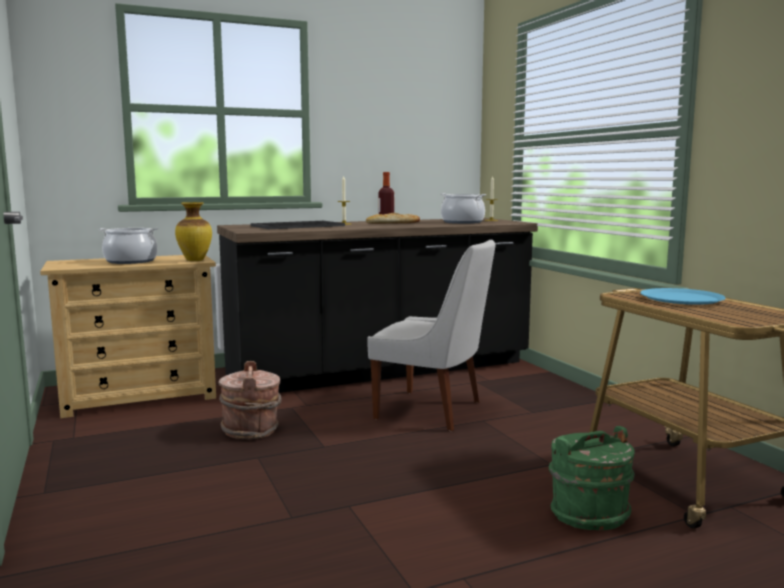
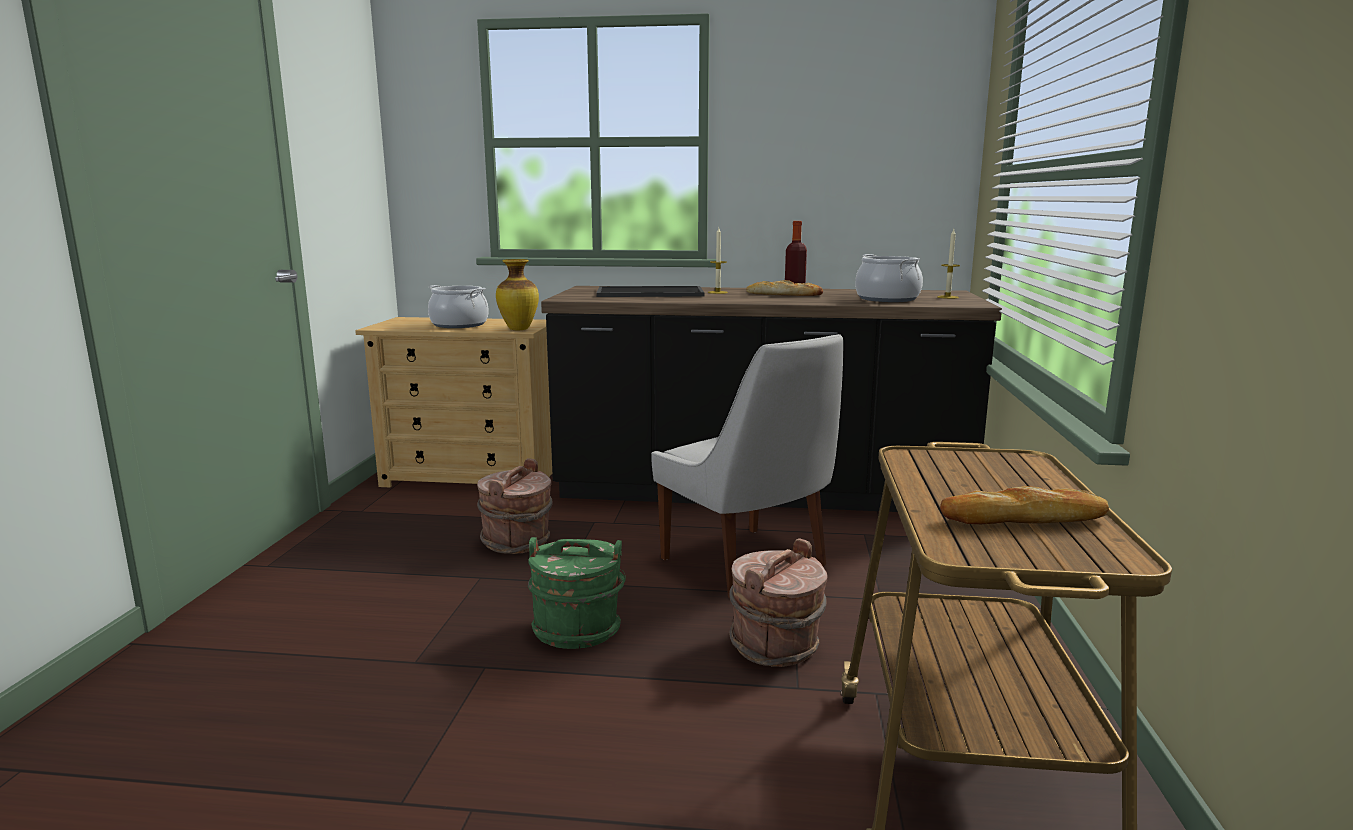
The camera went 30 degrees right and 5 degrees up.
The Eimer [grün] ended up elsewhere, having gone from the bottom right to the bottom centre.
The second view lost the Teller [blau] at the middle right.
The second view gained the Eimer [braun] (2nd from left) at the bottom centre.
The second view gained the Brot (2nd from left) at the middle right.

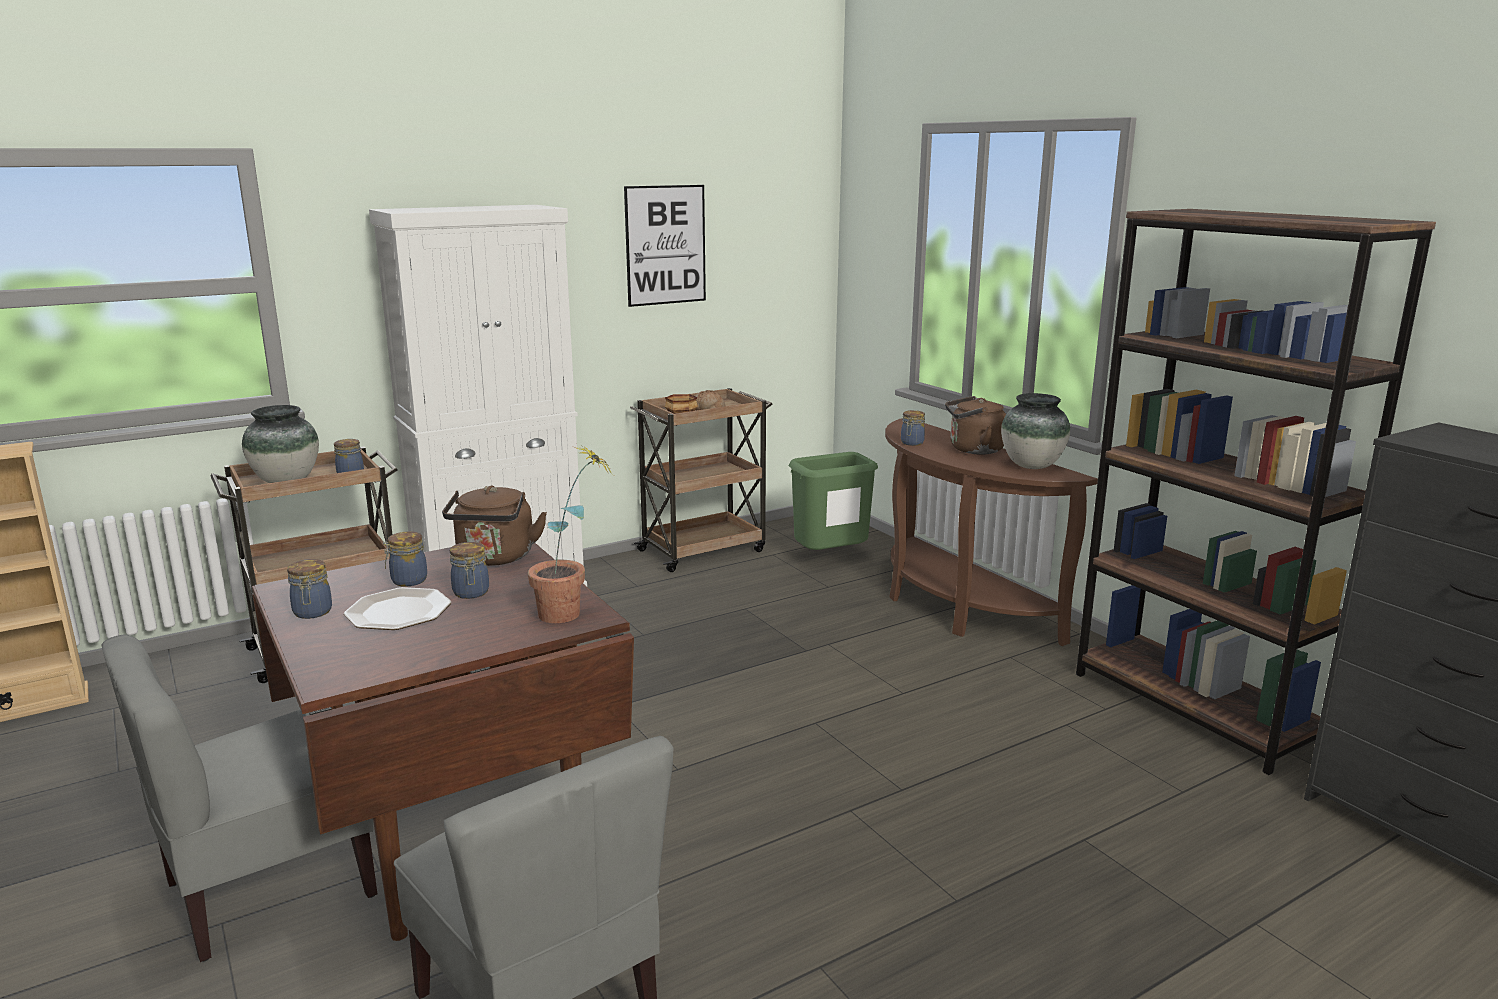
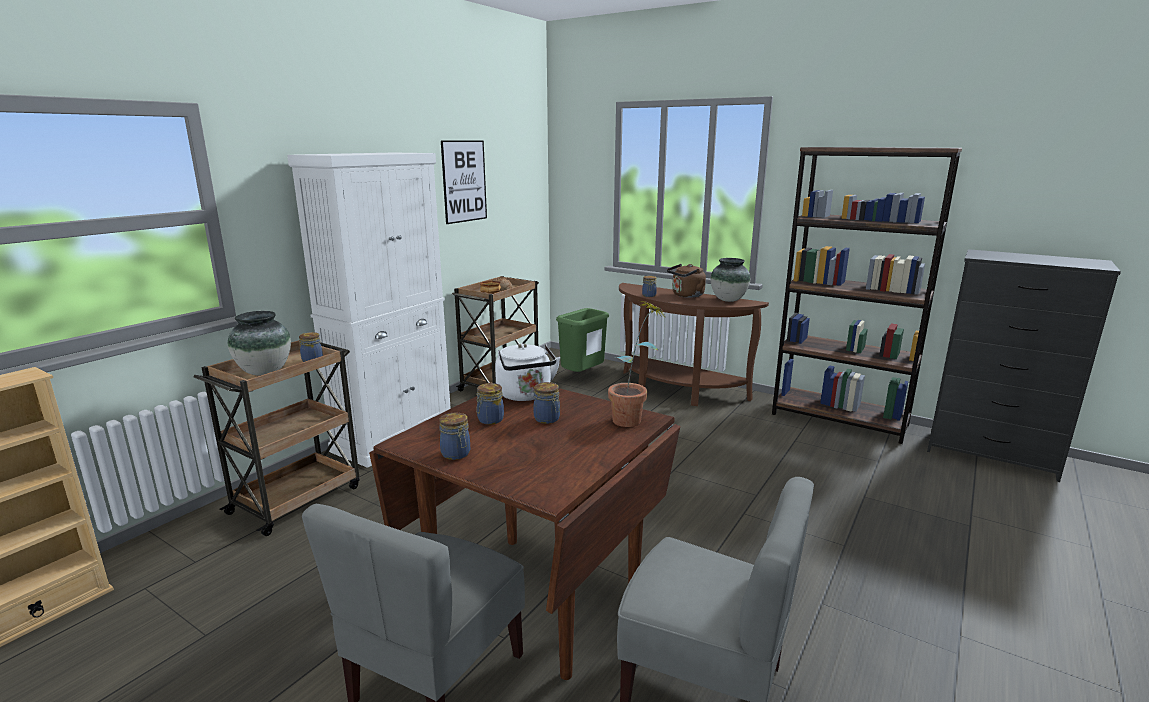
The camera went 25 degrees left and 0 degrees up.
The second view lost the Teller at the middle left.
What was the Wasserkessel [braun] (1st from left) at the middle left turned into the Wasserkessel [weiß] at the centre.

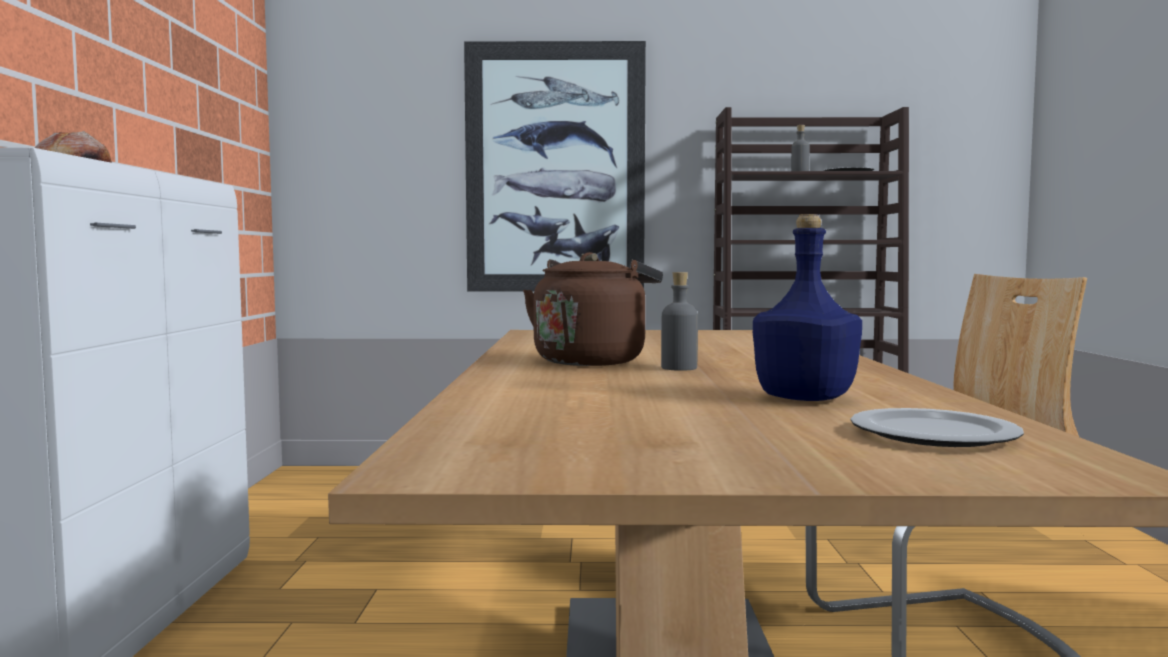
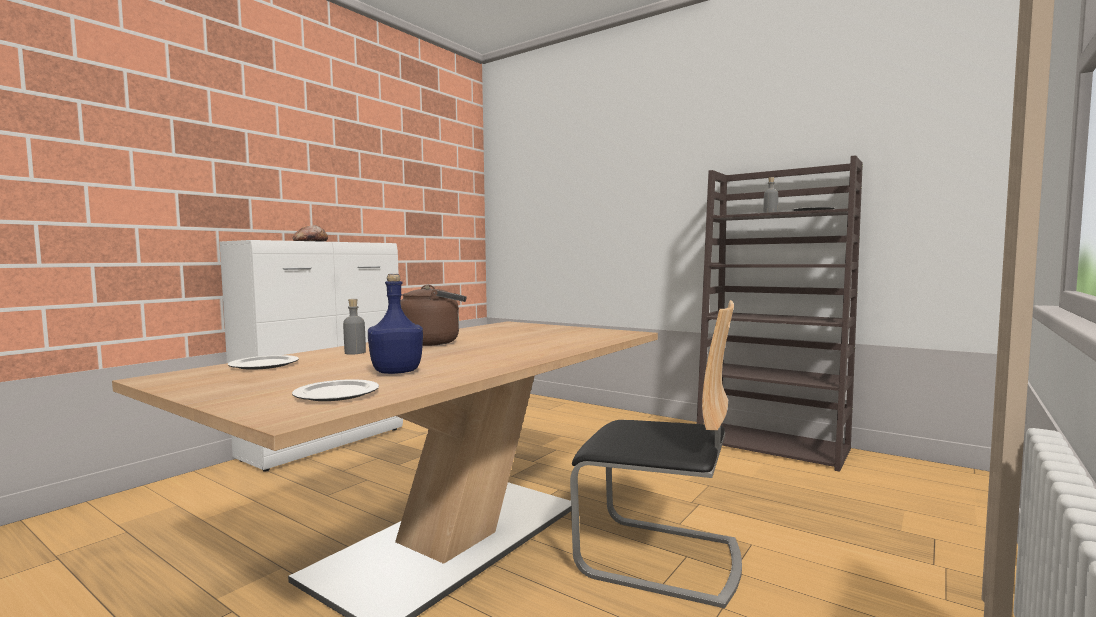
The camera went 35 degrees right and 0 degrees up.
The second view lost the Bild at the top centre.
The Flasche [grau] (1st from left) ended up elsewhere, having gone from the centre to the middle left.
The second view gained the Teller (1st from left) at the middle left.

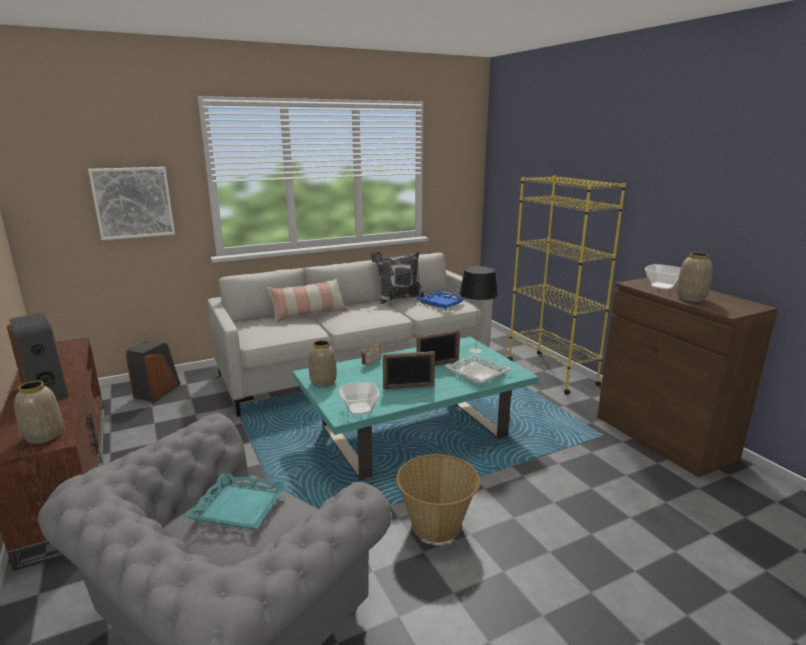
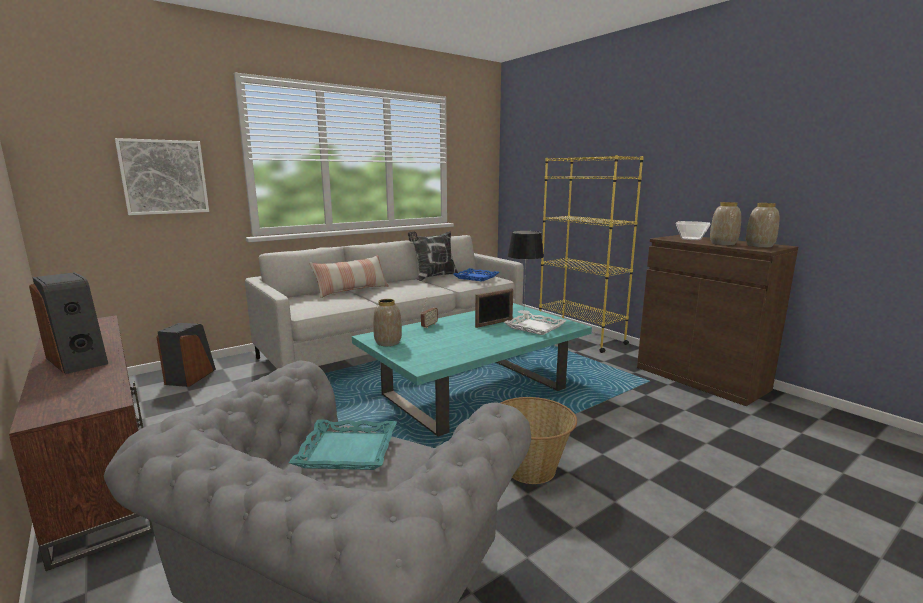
The camera went 10 degrees left and 5 degrees down.
The Vase (1st from left in the first image) ended up elsewhere, having gone from the middle left to the middle right.
The second view lost the Schüssel (1st from left) at the centre.
The second view lost the Bilderrahmen (1st from left) at the centre.

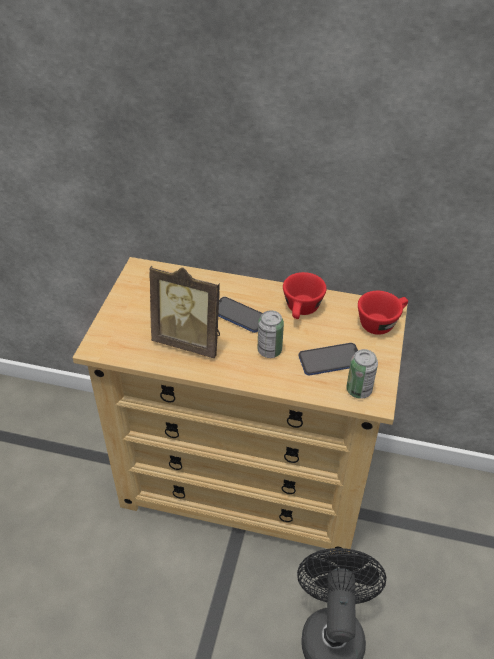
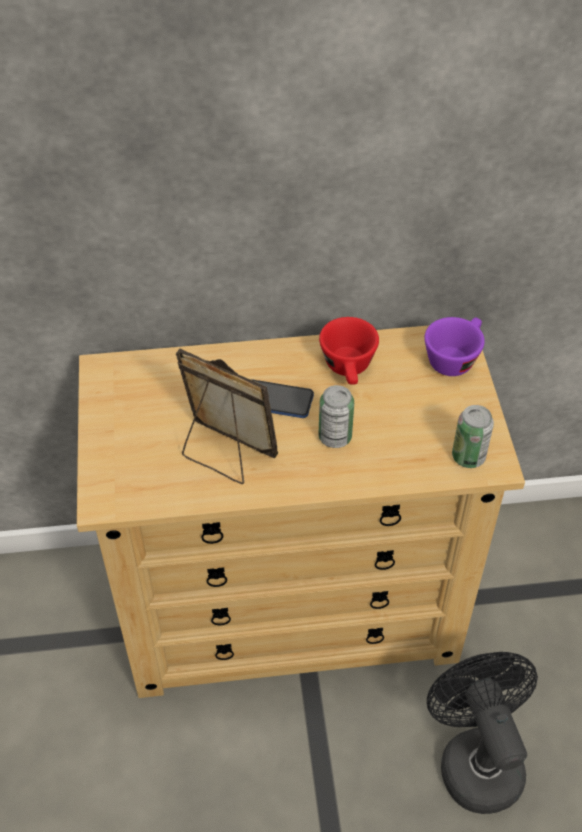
The camera went 20 degrees left and 5 degrees up.
The Bilderrahmen at the centre ended up facing another way, 150 degrees counterclockwise from before.
The second view lost the Handy (2nd from left) at the centre.
What was the Tasse [rot] (2nd from left) at the middle right turned into the Tasse [lila] at the middle right.

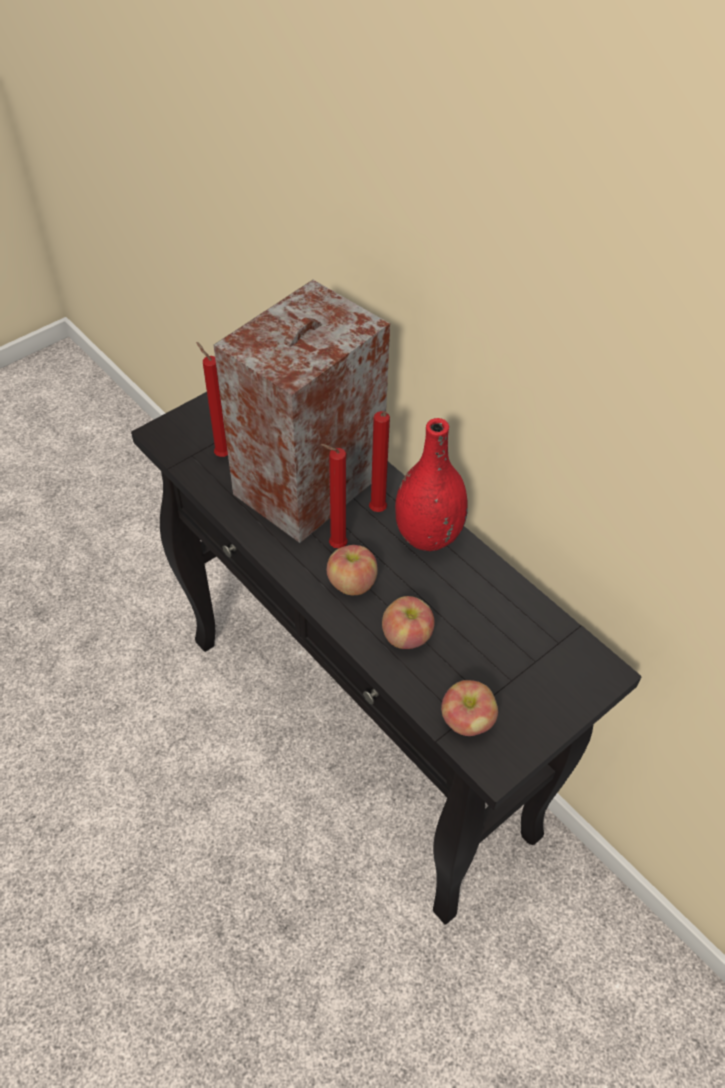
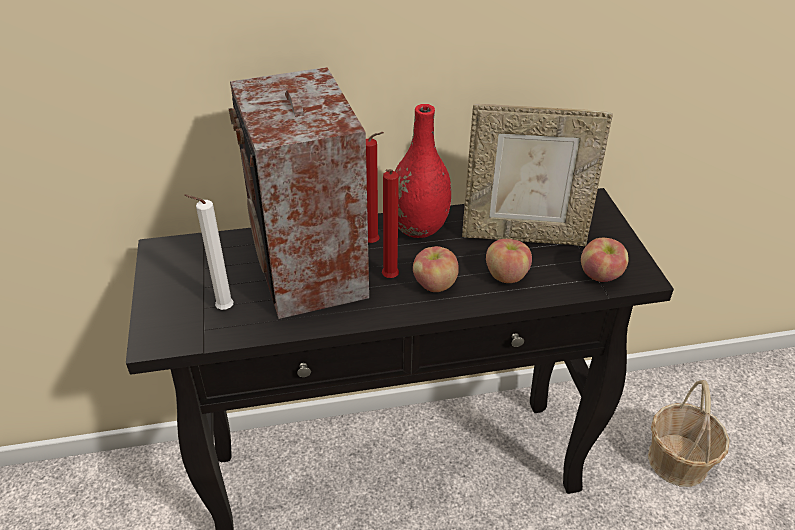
The camera went 60 degrees left and 10 degrees down.
What was the Kerze [rot] (1st from left) at the middle left turned into the Kerze [weiß] at the middle left.
The second view gained the Bilderrahmen at the top right.
The second view gained the Korb at the bottom right.

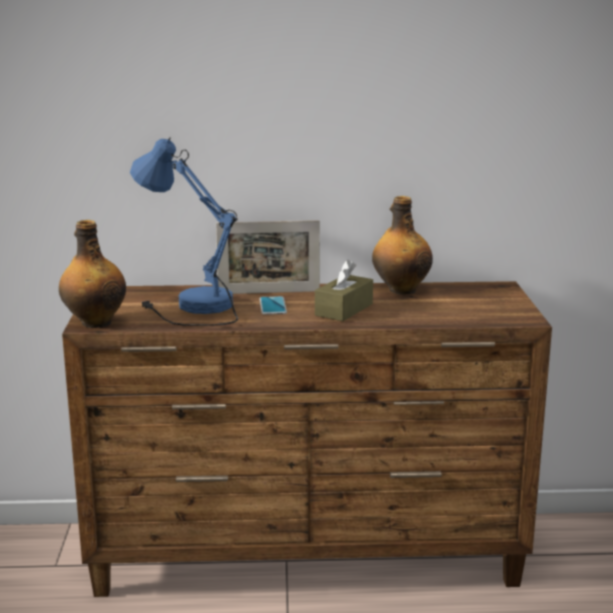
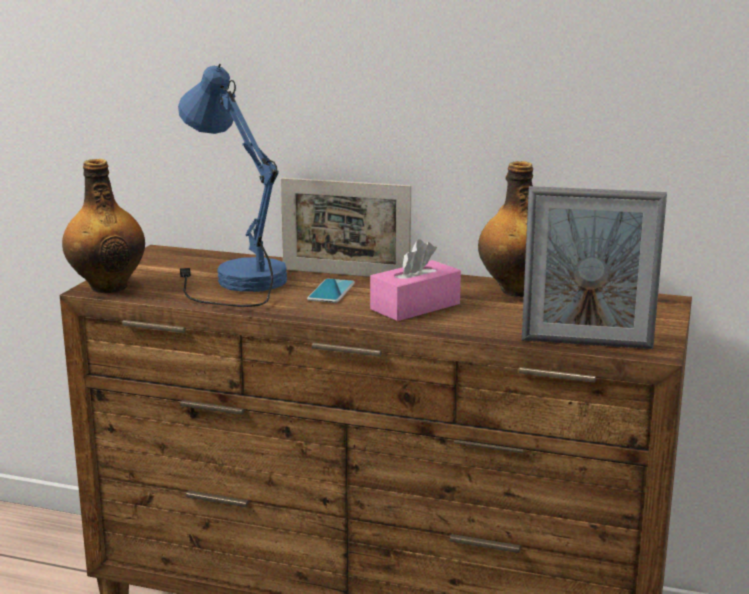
The camera went 20 degrees right and 0 degrees up.
What was the Taschentuchbox [braun] at the centre turned into the Taschentuchbox [rosa] at the centre.
The second view gained the Bilderrahmen (2nd from left) at the middle right.

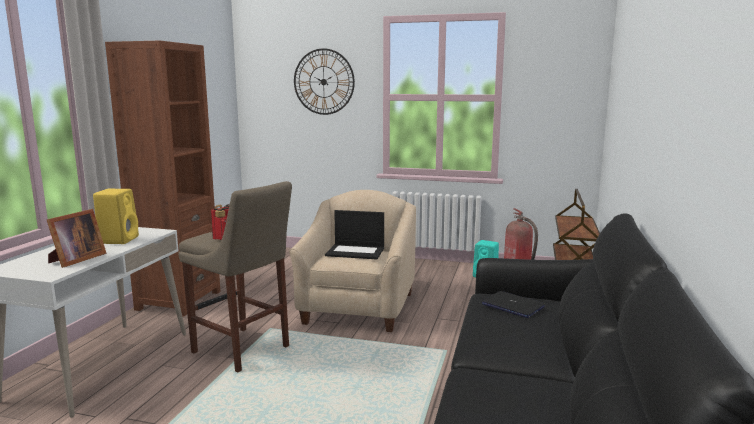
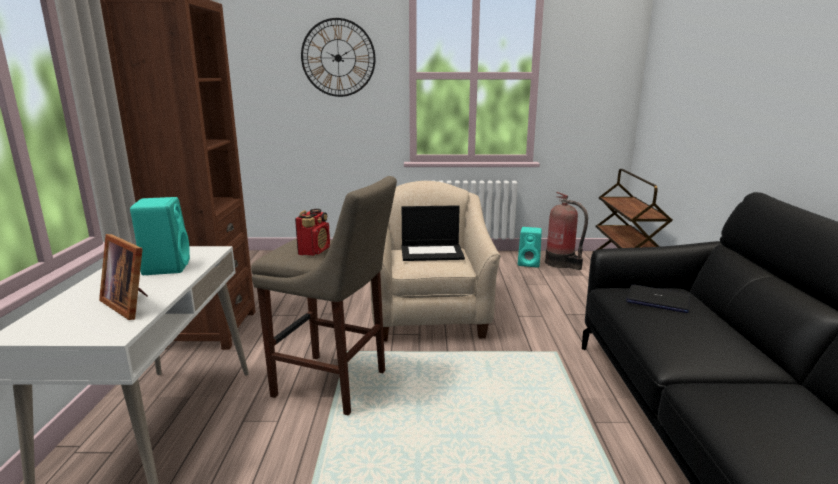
The camera went 15 degrees left and 5 degrees up.
The Bilderrahmen at the middle left ended up facing another way, 120 degrees clockwise from before.
What was the Lautsprecher [gelb] at the middle left turned into the Lautsprecher [türkis] (1st from left) at the middle left.

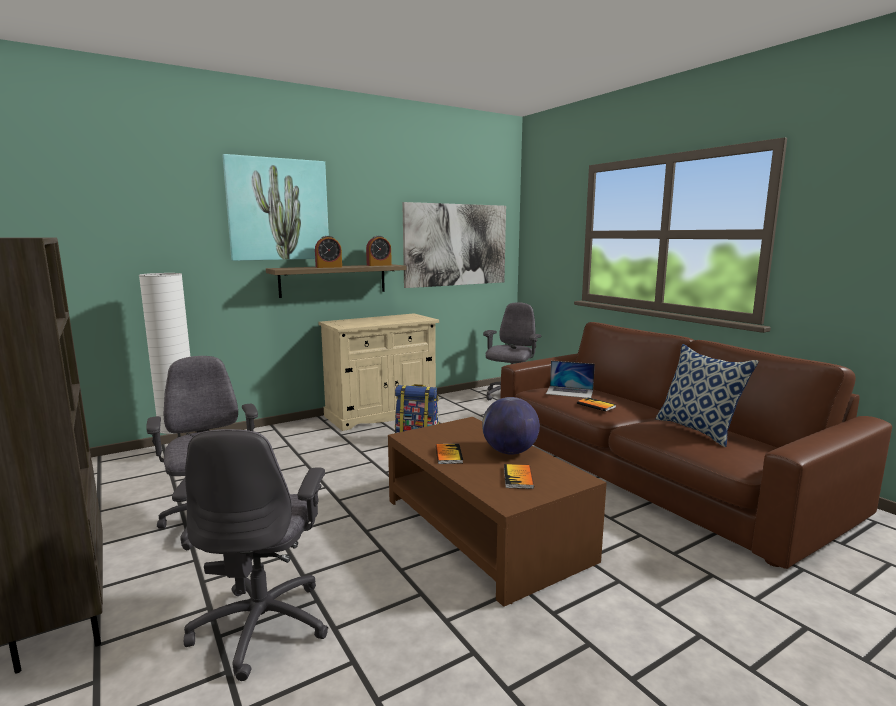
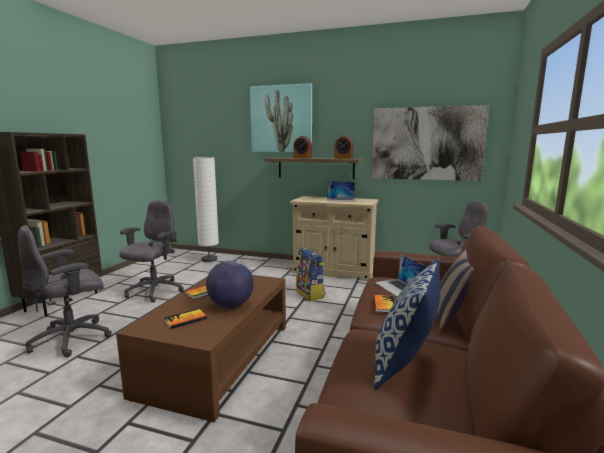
The camera went 50 degrees right and 0 degrees up.
The second view gained the Laptop (1st from left) at the centre.
The second view gained the Kissen (2nd from left) at the middle right.

